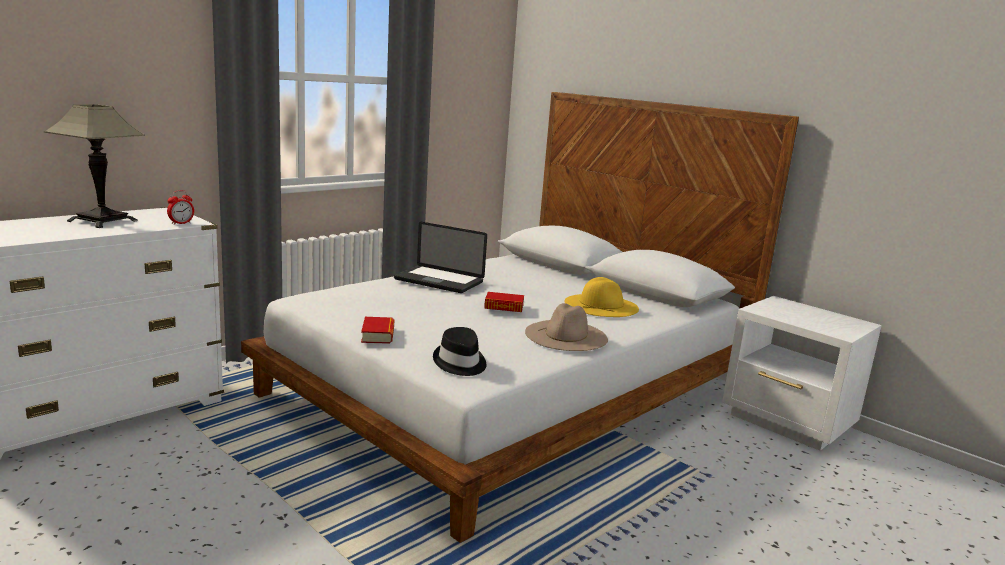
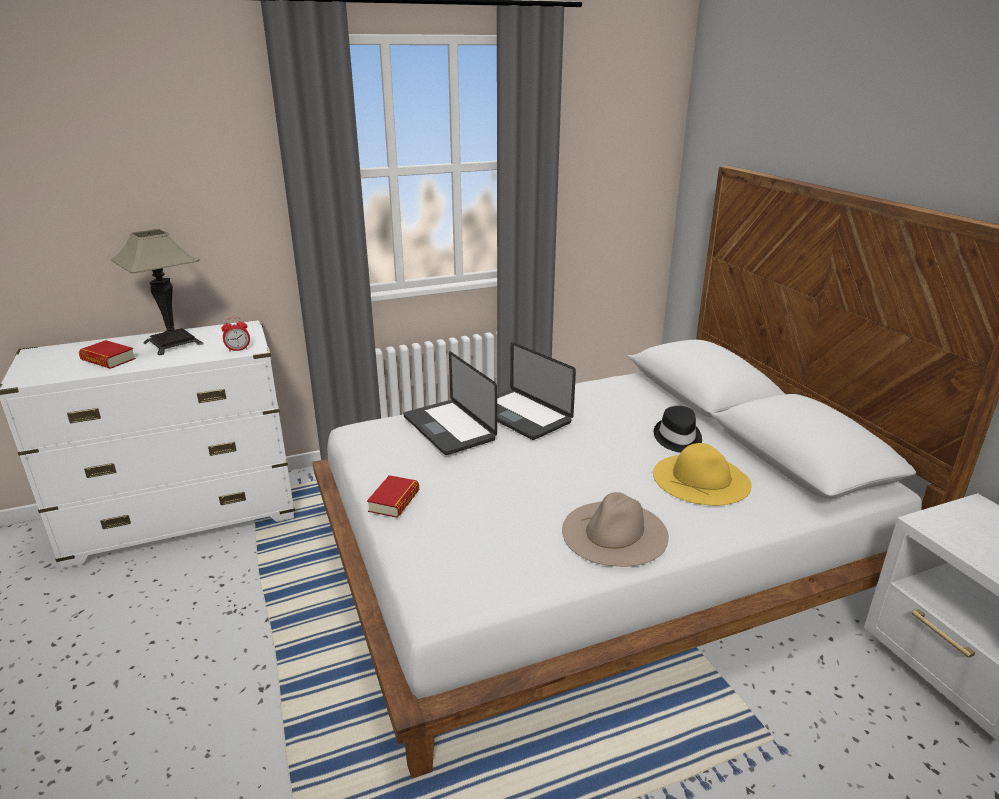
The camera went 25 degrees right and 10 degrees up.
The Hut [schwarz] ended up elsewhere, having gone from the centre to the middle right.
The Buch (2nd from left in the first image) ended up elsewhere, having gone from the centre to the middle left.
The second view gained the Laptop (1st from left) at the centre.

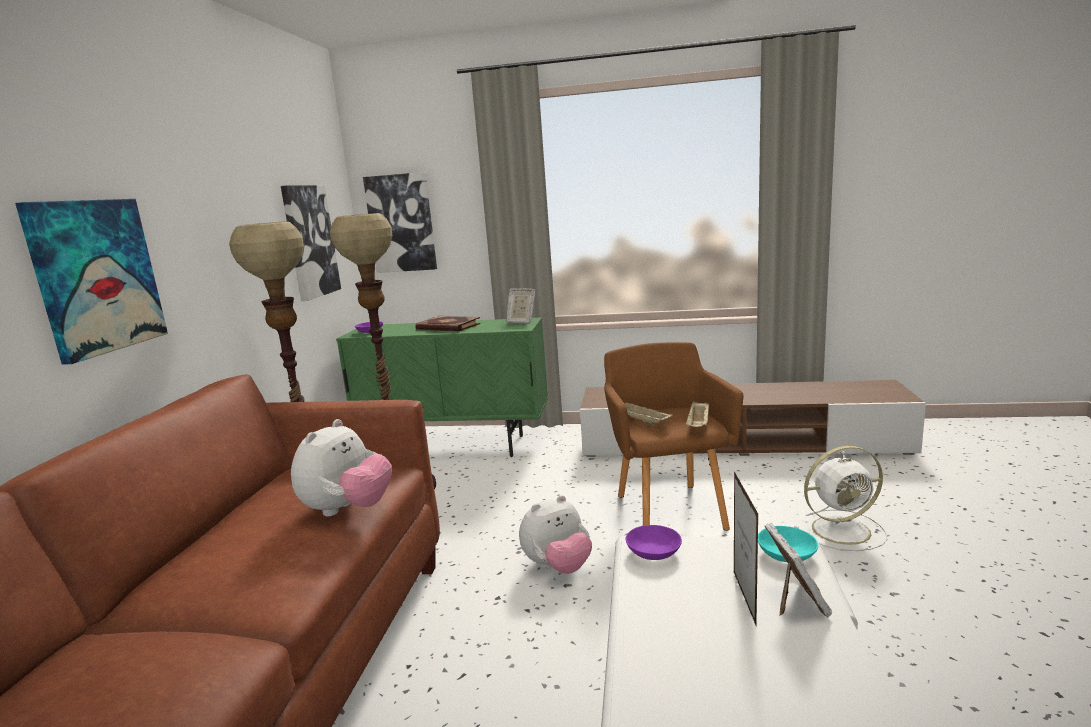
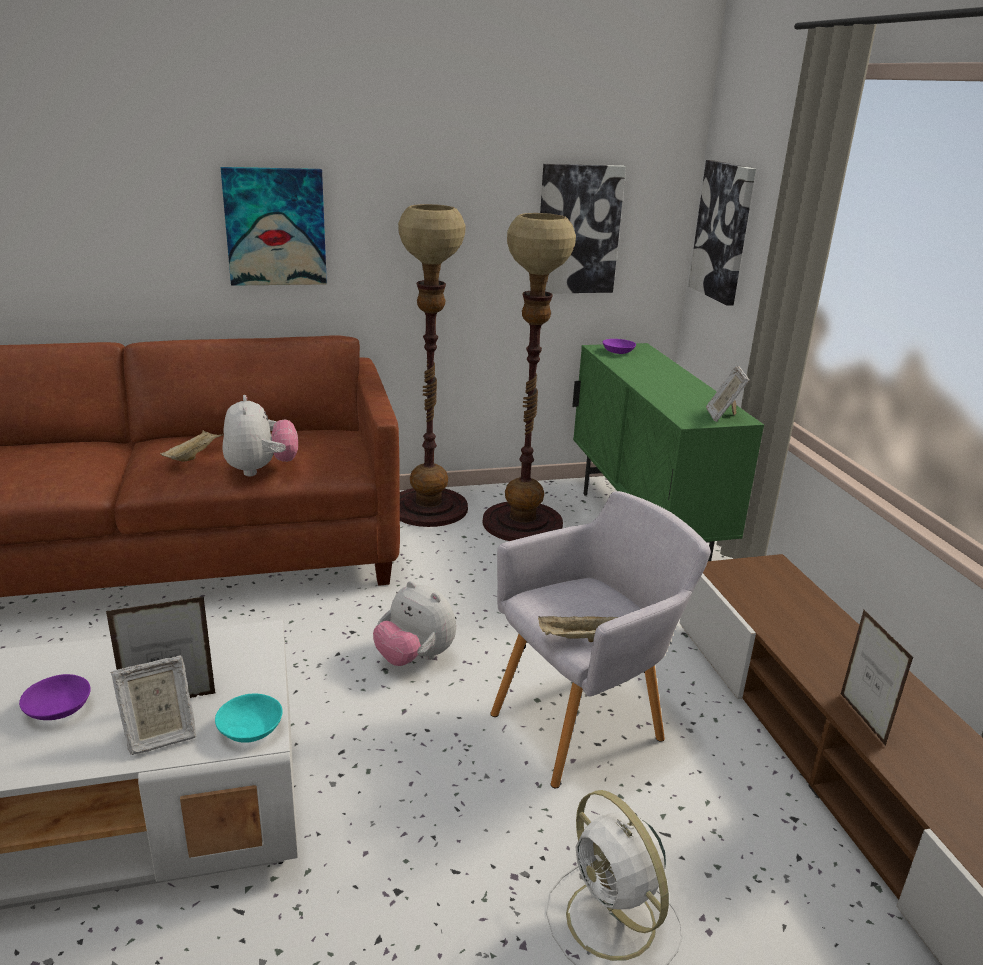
The camera went 65 degrees right and 10 degrees up.
The Plüschtier (1st from left) at the middle left ended up facing another way, 105 degrees counterclockwise from before.
The second view lost the Buch at the centre.
What was the Sessel [braun] at the centre turned into the Sessel [grau] at the centre.
The Tablett [beige] (1st from left) ended up elsewhere, having gone from the centre to the middle left.
The Schüssel [lila] (2nd from left in the first image) ended up elsewhere, having gone from the bottom centre to the bottom left.
The second view gained the Bilderrahmen (4th from left) at the bottom right.

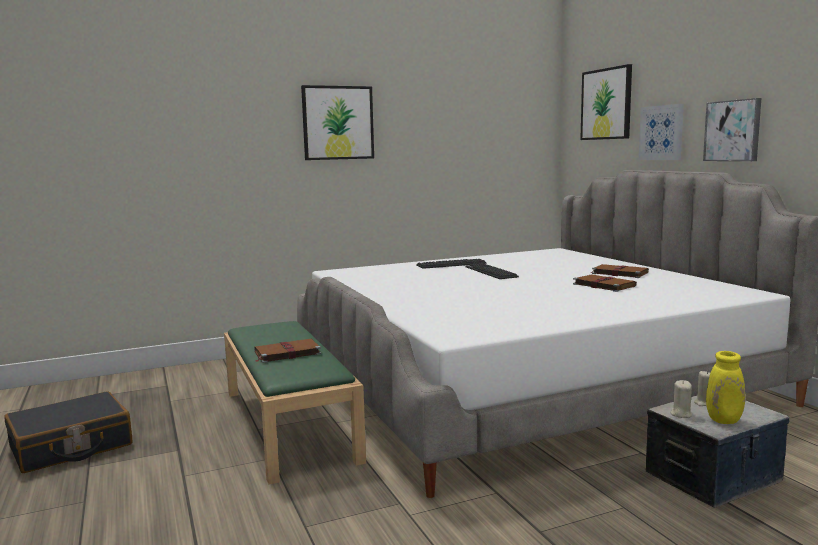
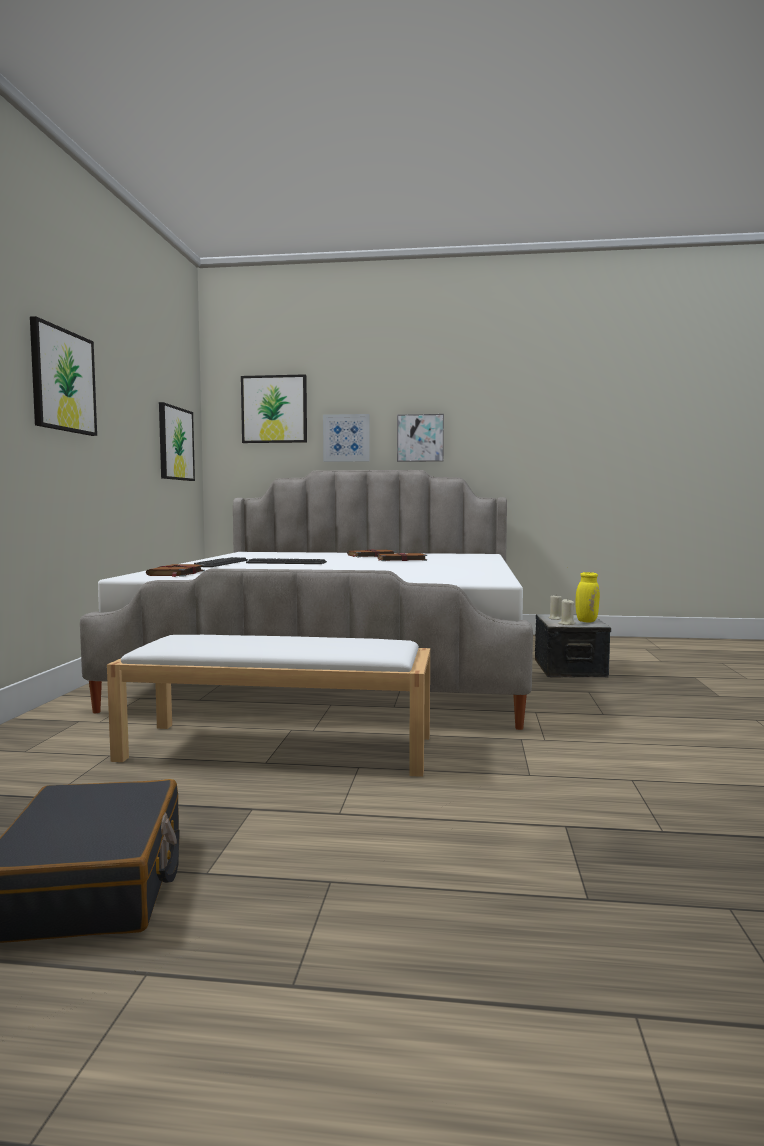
The camera went 60 degrees left and 5 degrees down.
What was the Bank [grün] at the bottom centre turned into the Bank [weiß] at the centre.
The Buch [braun] (1st from left) ended up elsewhere, having gone from the centre to the middle left.
The second view gained the Bild (2nd from left) at the middle left.

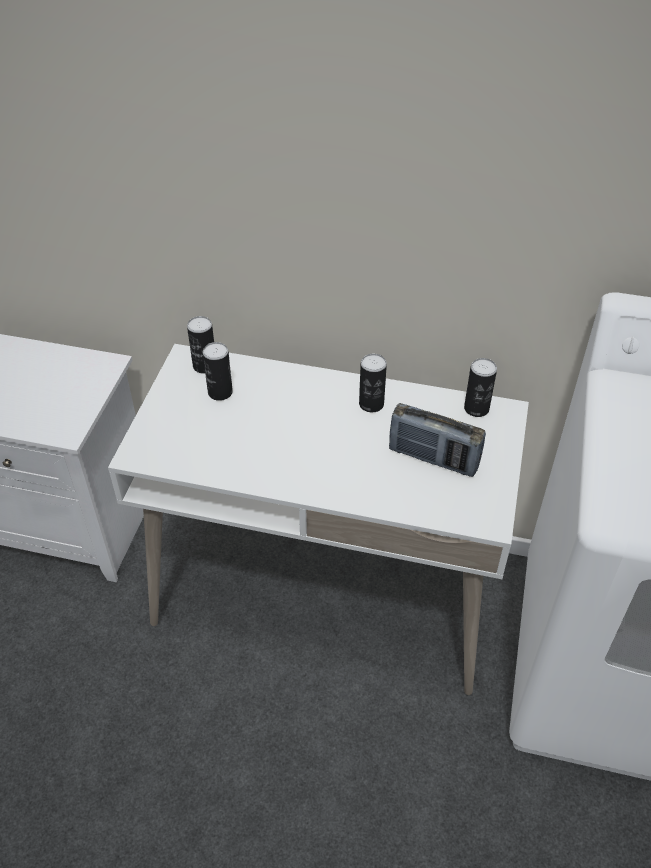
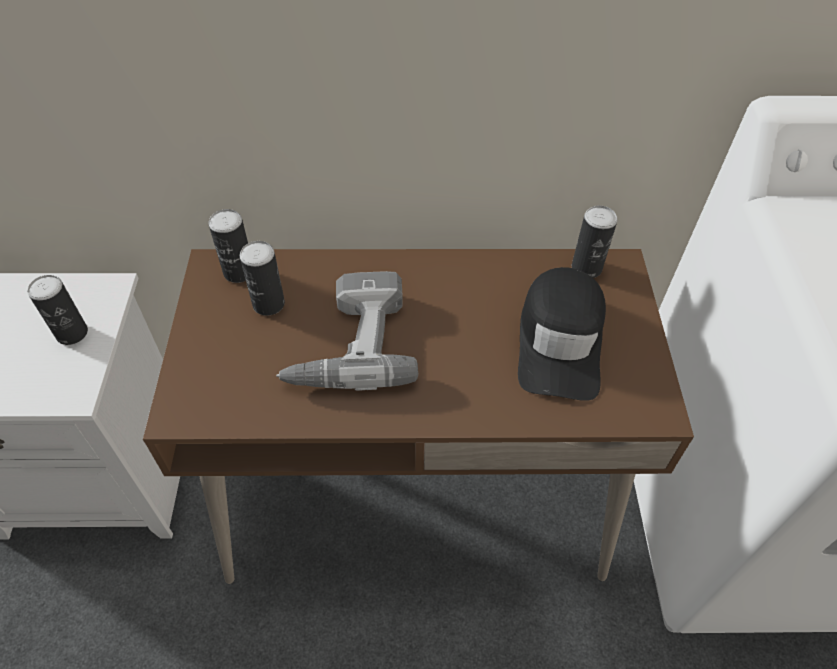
The camera went 15 degrees left and 5 degrees up.
What was the Schreibtisch [weiß] at the centre turned into the Schreibtisch [braun] at the centre.
The Dose (3rd from left in the first image) ended up elsewhere, having gone from the centre to the middle left.
Where the Radio stood at the middle right, the Kappe [schwarz] came to stand at the middle right.
The second view gained the Bohrmaschine at the centre.

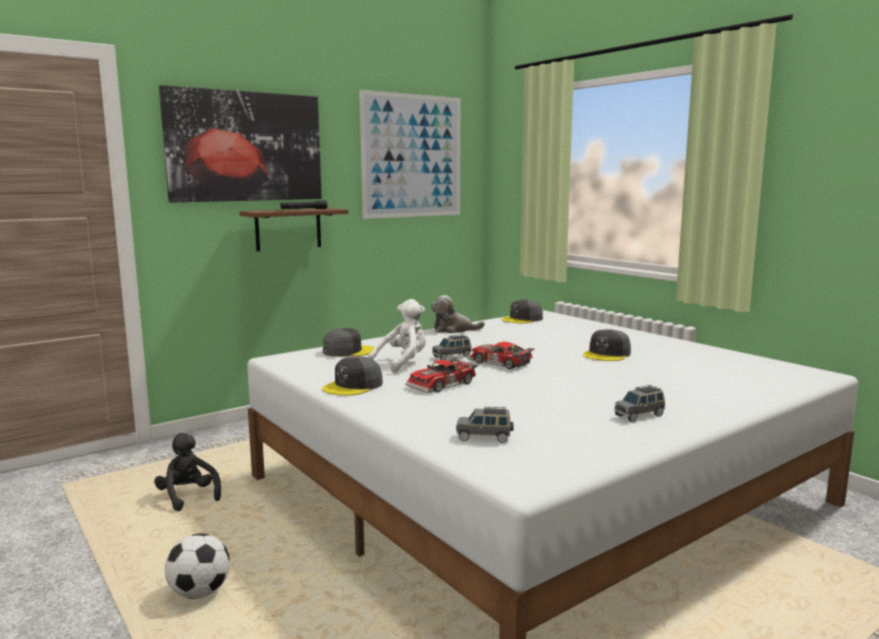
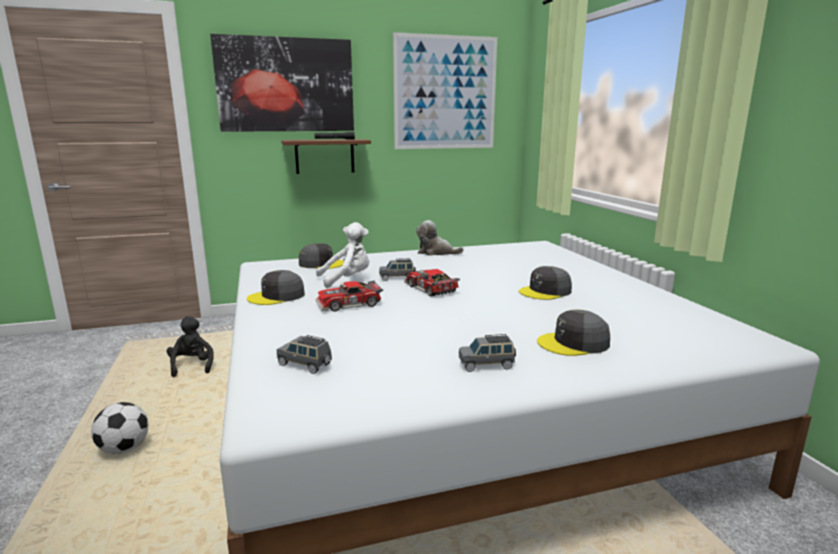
The camera went 20 degrees right and 5 degrees up.
The Kappe [grau] (3rd from left in the first image) ended up elsewhere, having gone from the centre to the middle right.

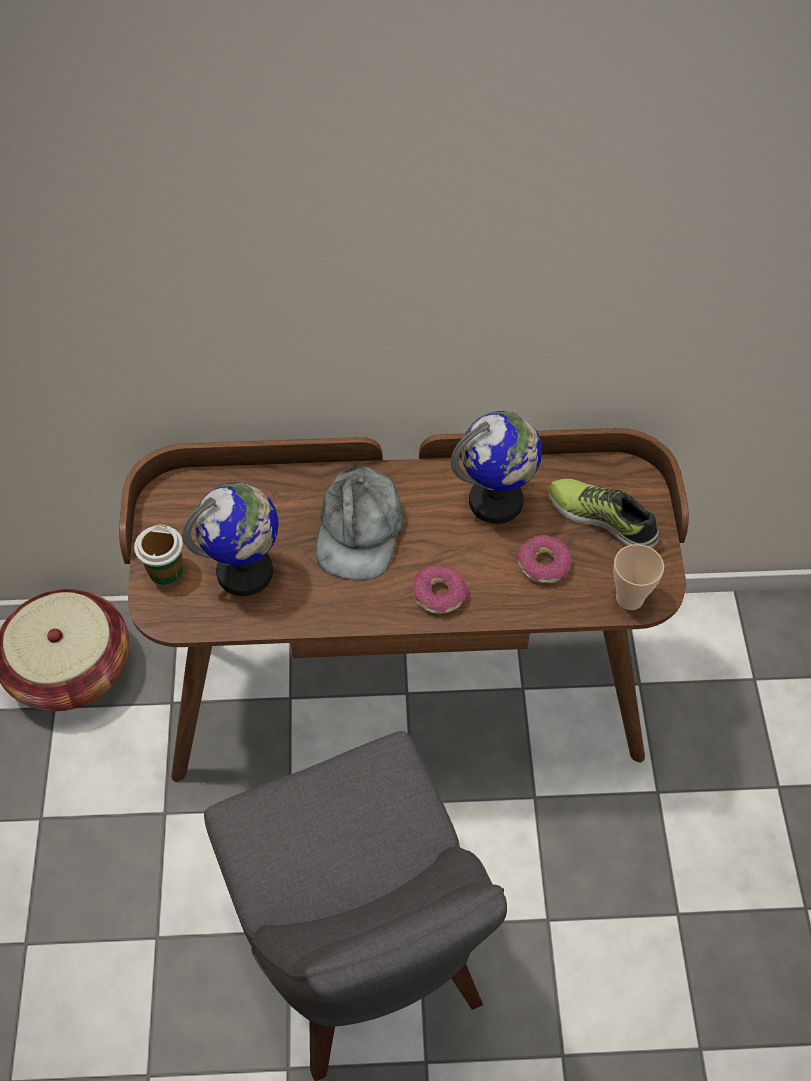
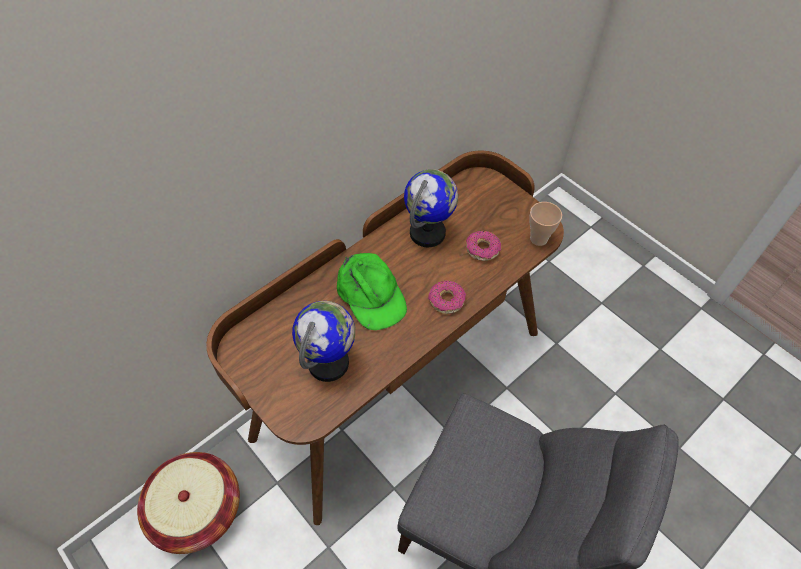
The camera went 40 degrees left and 0 degrees up.
The second view lost the Tasse (1st from left) at the middle left.
What was the Kappe [grau] at the centre turned into the Kappe [grün] at the centre.
The second view lost the Schuh at the middle right.

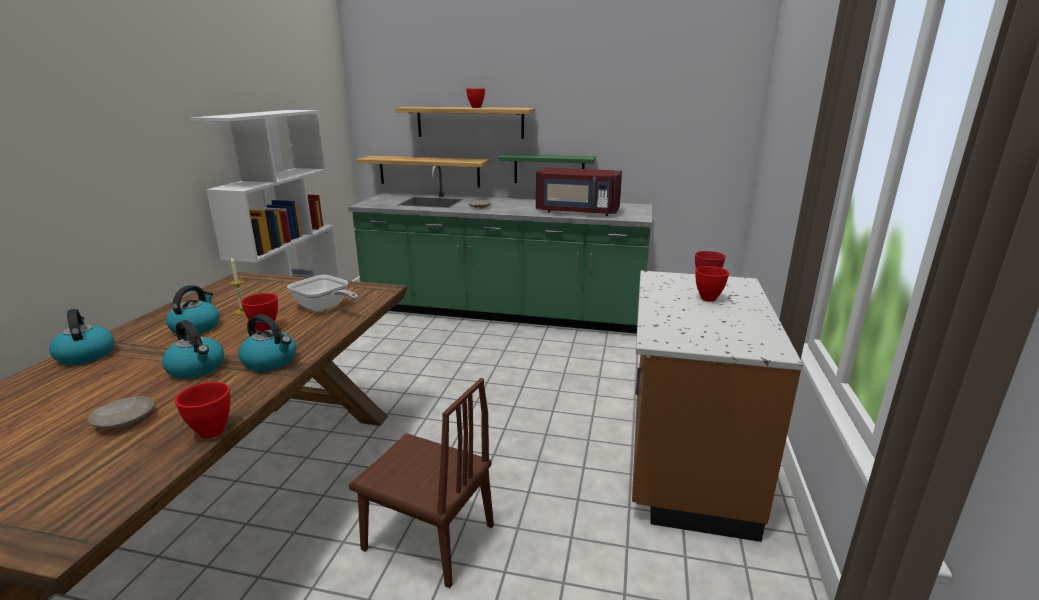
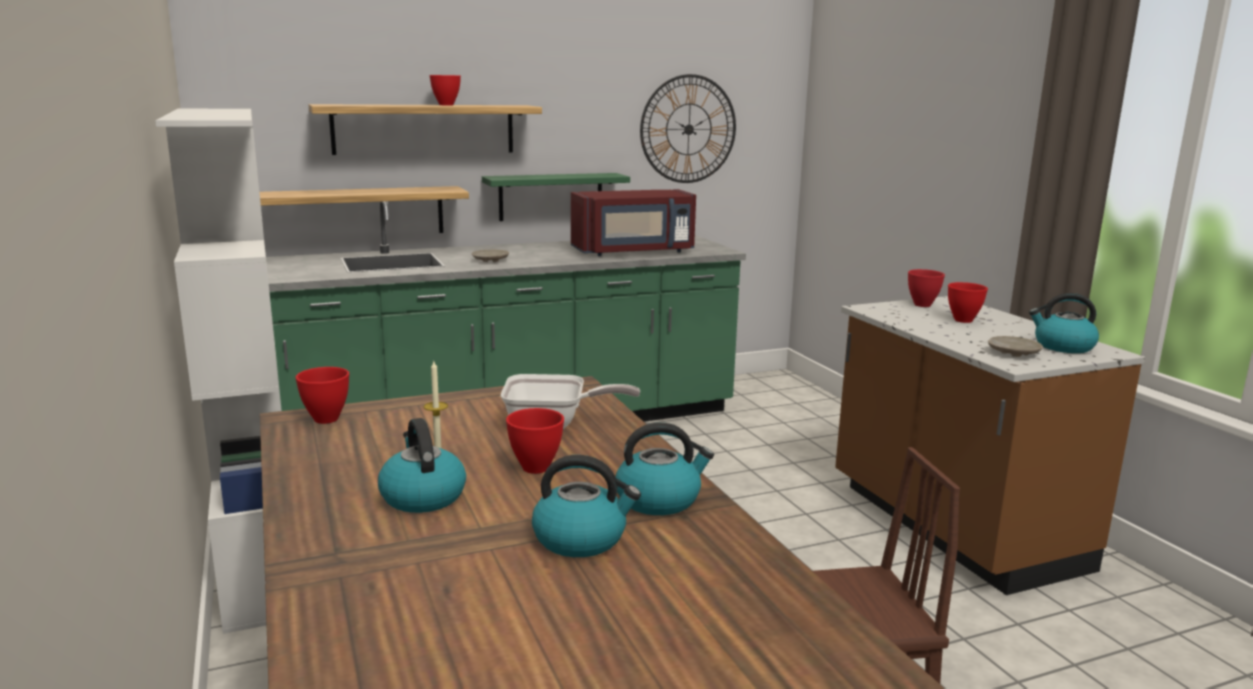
The camera went 35 degrees left and 5 degrees down.
The Wasserkessel (1st from left in the first image) ended up elsewhere, having gone from the middle left to the middle right.
The Teller [beige] (1st from left in the first image) ended up elsewhere, having gone from the bottom left to the middle right.
The Schüssel [rot] (1st from left) ended up elsewhere, having gone from the bottom left to the middle left.
The second view gained the Wanduhr at the top centre.

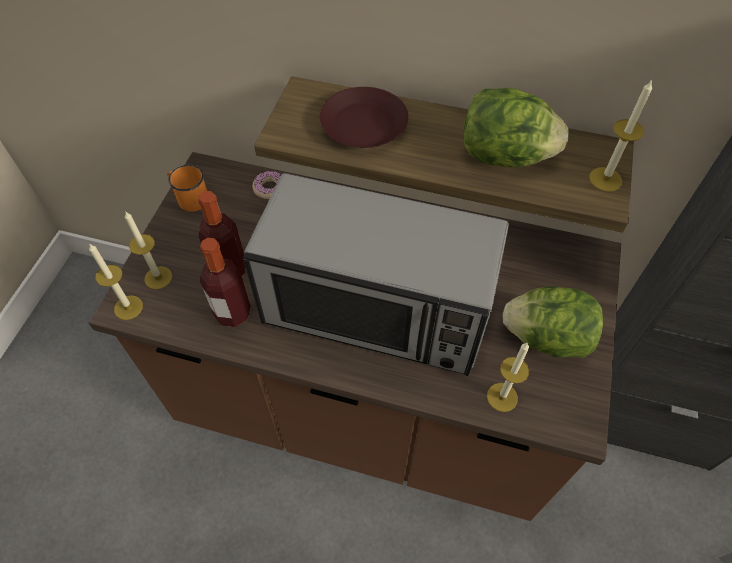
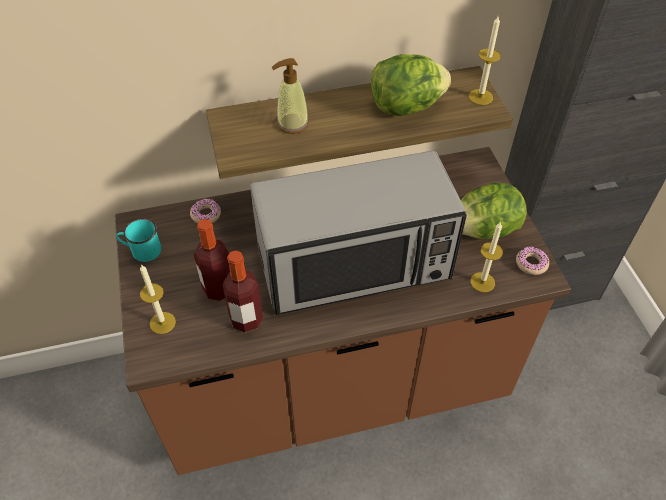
The camera went 30 degrees left and 5 degrees down.
The second view lost the Kerze (1st from left) at the middle left.
What was the Henkelbecher [orange] at the middle left turned into the Henkelbecher [türkis] at the middle left.
Where the Teller [braun] stood at the top centre, the Seifenspender came to stand at the top centre.
The second view gained the Donut (2nd from left) at the middle right.

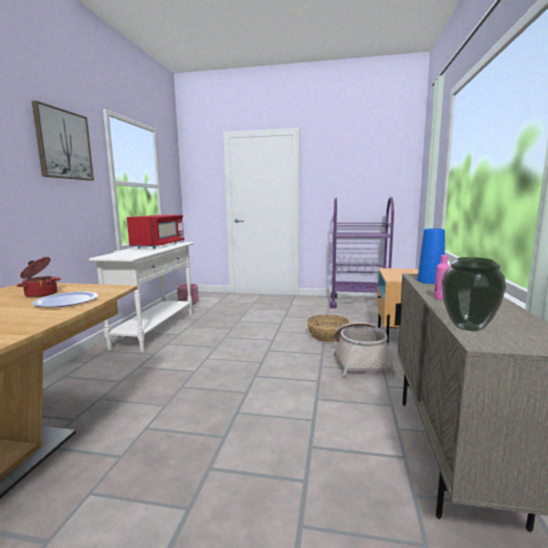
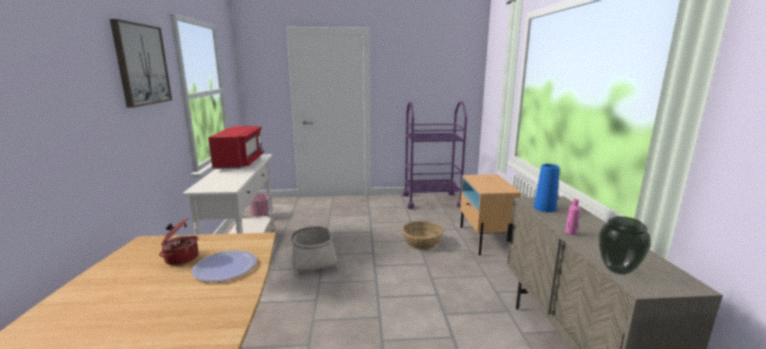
The camera went 15 degrees left and 5 degrees up.
The Korb (2nd from left in the first image) ended up elsewhere, having gone from the centre to the bottom centre.

